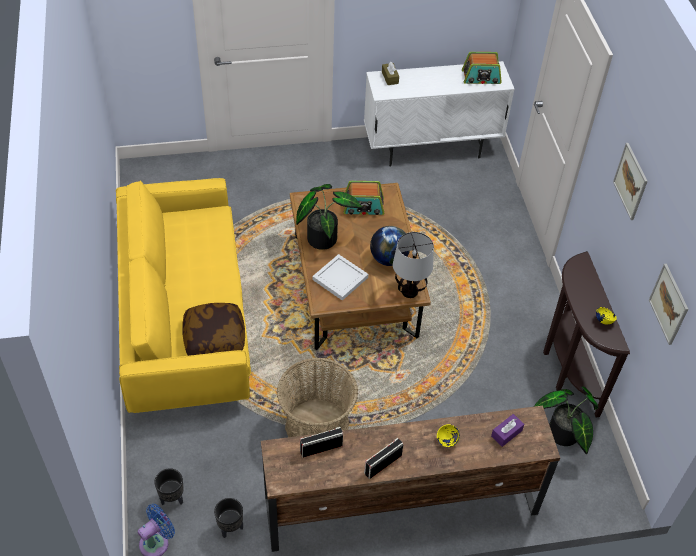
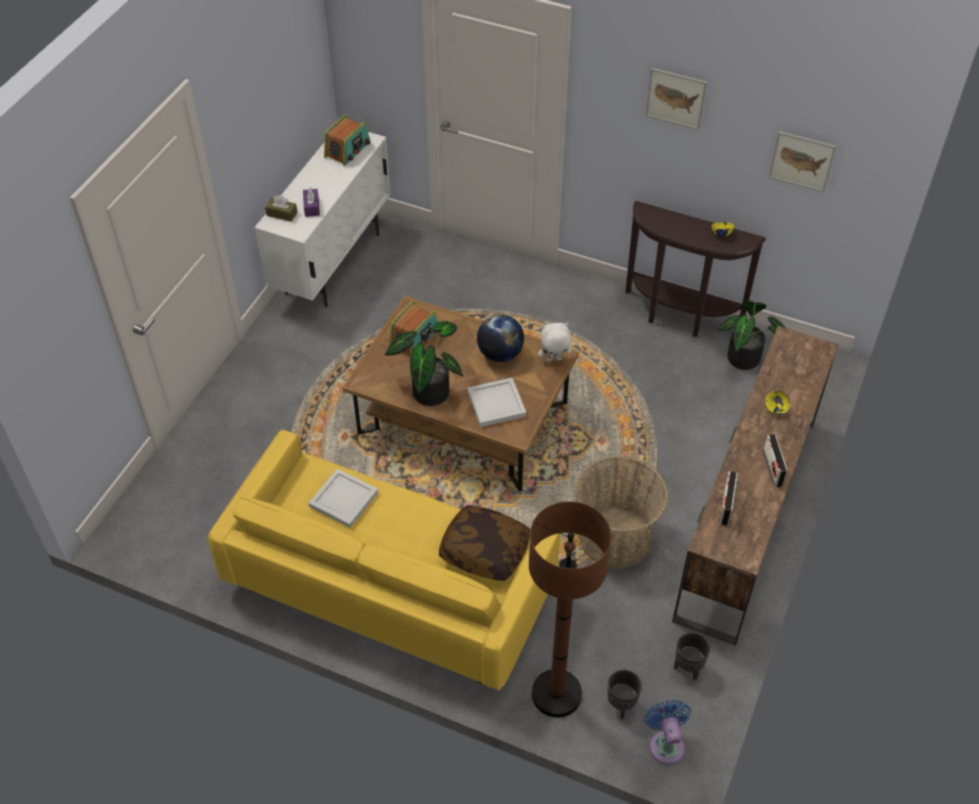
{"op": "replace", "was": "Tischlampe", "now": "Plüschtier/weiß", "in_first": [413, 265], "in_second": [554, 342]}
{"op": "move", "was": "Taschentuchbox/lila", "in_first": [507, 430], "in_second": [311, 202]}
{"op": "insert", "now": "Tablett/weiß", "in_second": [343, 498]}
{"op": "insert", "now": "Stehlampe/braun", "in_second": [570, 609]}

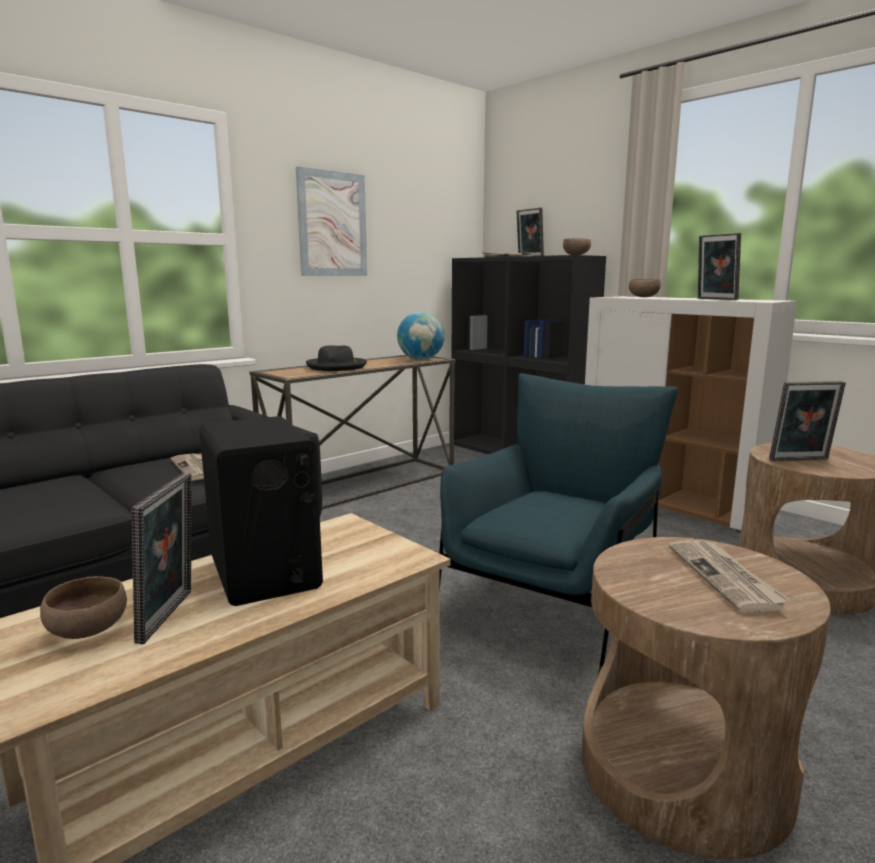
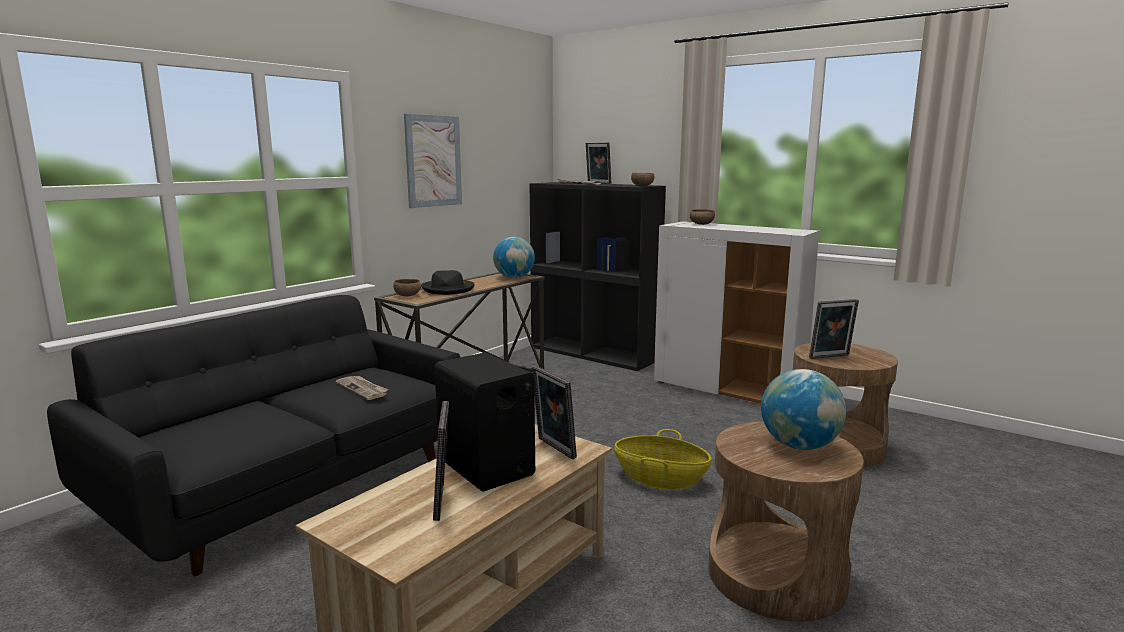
{"op": "move", "was": "Schüssel/braun", "in_first": [83, 607], "in_second": [407, 288]}
{"op": "replace", "was": "Sessel/blau", "now": "Korb", "in_first": [558, 524], "in_second": [662, 459]}
{"op": "replace", "was": "Zeitung", "now": "Globus", "in_first": [730, 576], "in_second": [803, 409]}
{"op": "move", "was": "Bilderrahmen", "in_first": [719, 266], "in_second": [554, 412]}

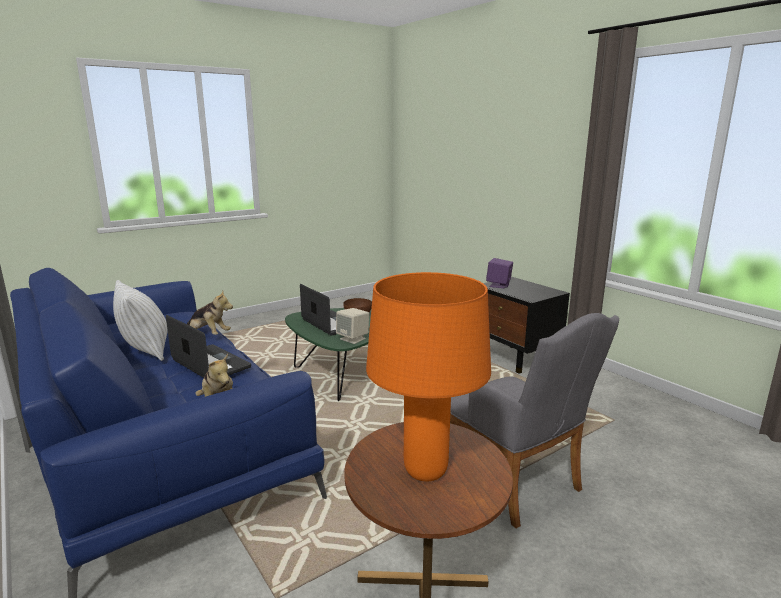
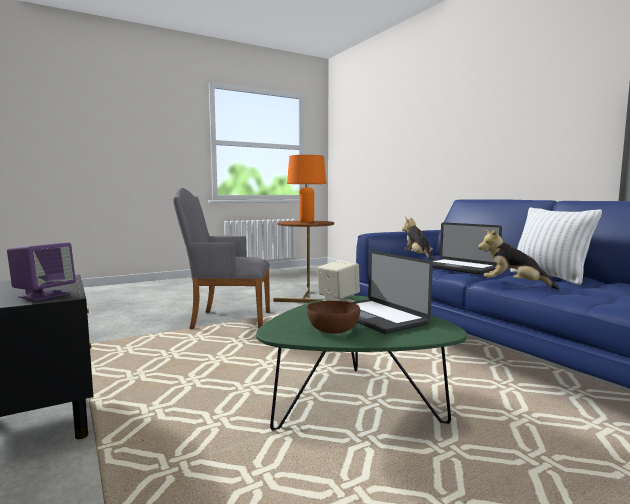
{"op": "rotate", "was": "Sessel/grau", "in_first": [534, 420], "in_second": [221, 258], "clockwise": -60}

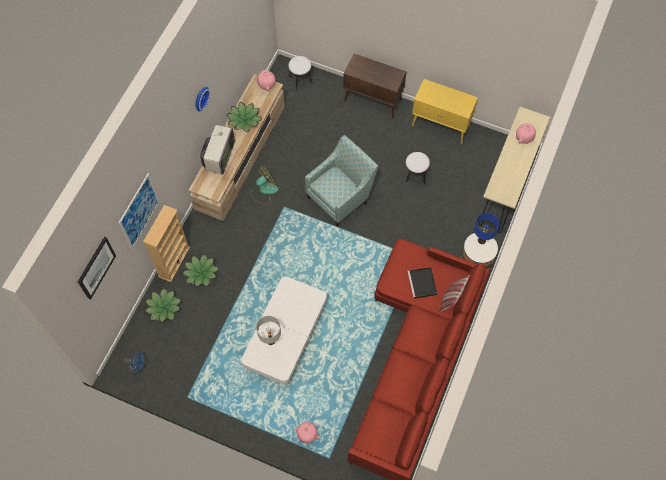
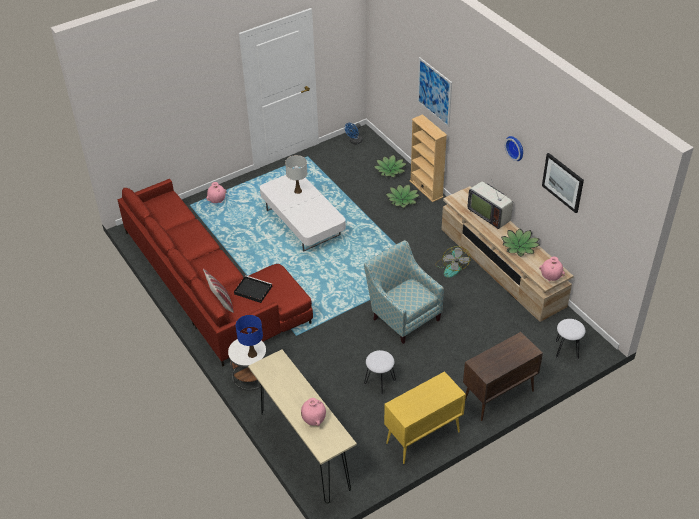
{"op": "move", "was": "Bild", "in_first": [97, 268], "in_second": [563, 183]}
{"op": "rotate", "was": "Sessel", "in_first": [341, 180], "in_second": [404, 292], "clockwise": 150}

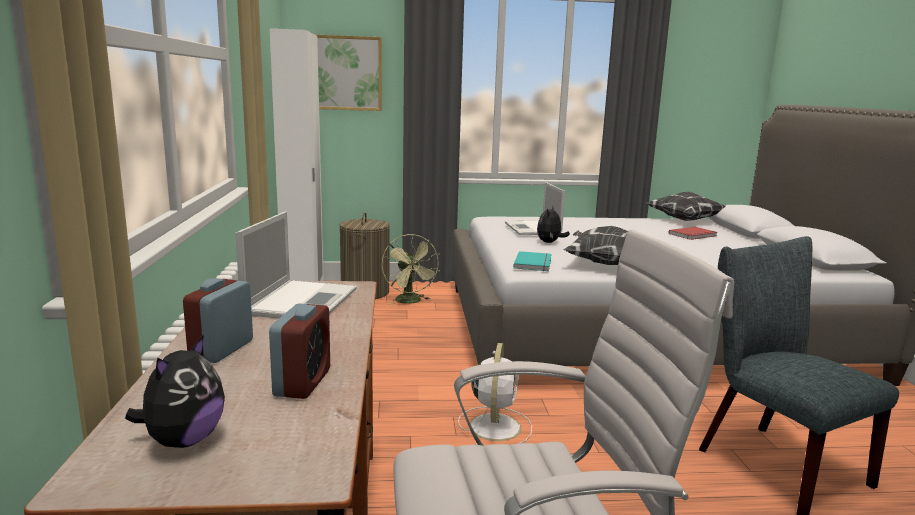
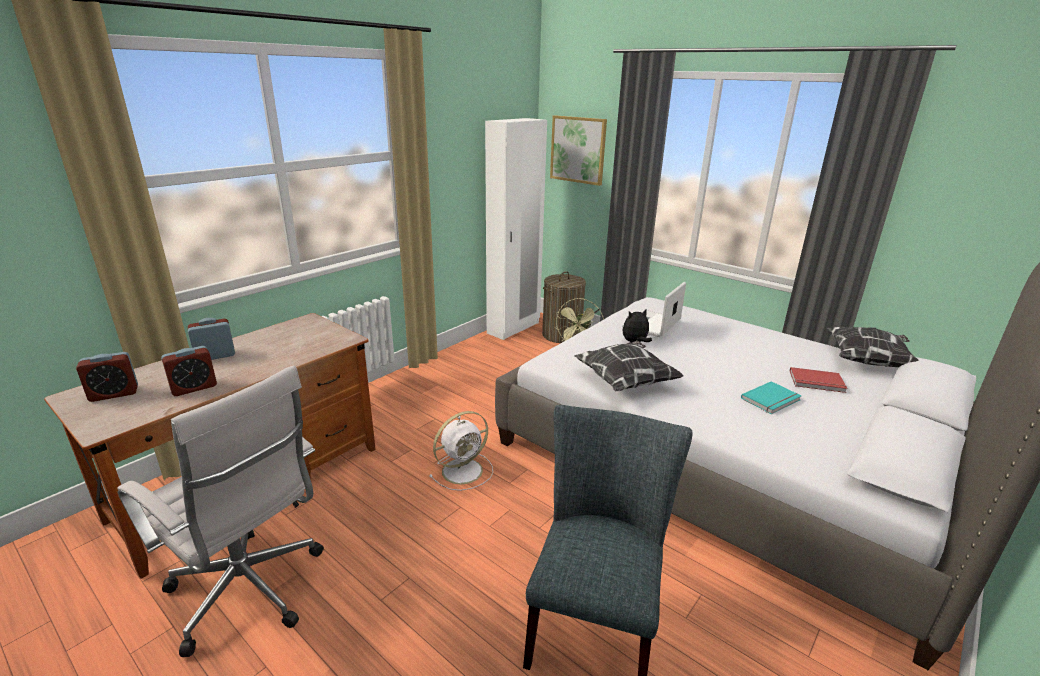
{"op": "replace", "was": "Plüschtier", "now": "Wecker", "in_first": [175, 391], "in_second": [107, 377]}
{"op": "delete", "was": "Laptop", "in_first": [296, 264]}
{"op": "move", "was": "Buch/türkis", "in_first": [532, 261], "in_second": [771, 397]}

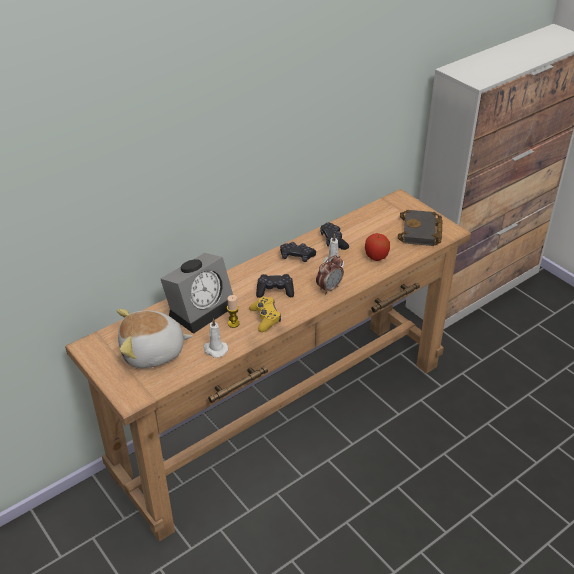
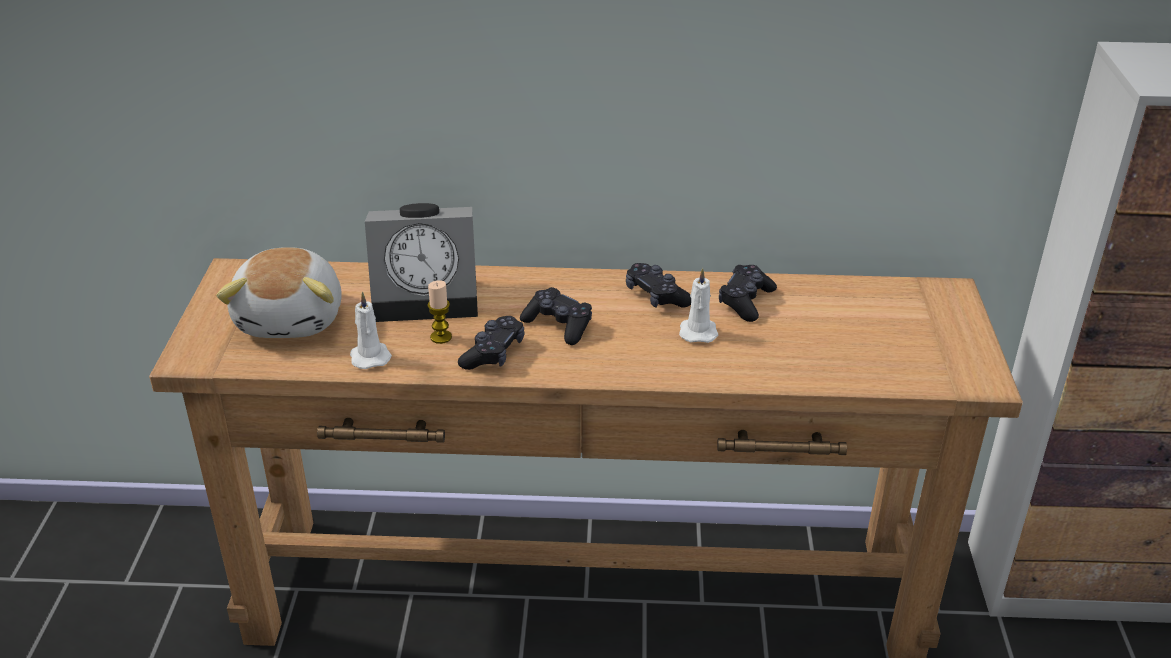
{"op": "rotate", "was": "Plüschtier", "in_first": [155, 338], "in_second": [279, 292], "clockwise": -120}
{"op": "recolor", "was": "Gamepad/gelb", "now": "Gamepad/schwarz", "in_first": [265, 314], "in_second": [491, 343]}
{"op": "delete", "was": "Wecker", "in_first": [330, 274]}
{"op": "delete", "was": "Apfel", "in_first": [377, 247]}
{"op": "delete", "was": "Buch/schwarz", "in_first": [420, 228]}

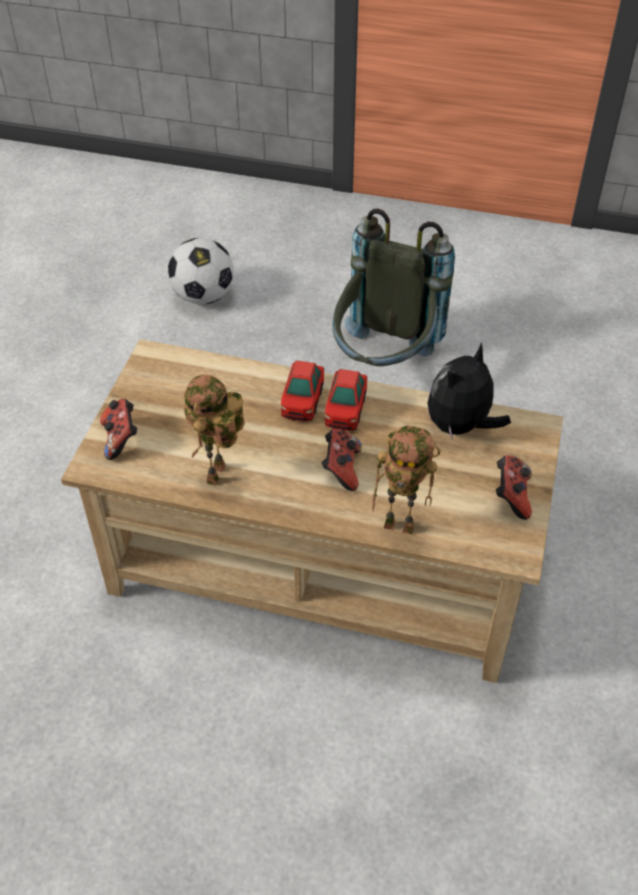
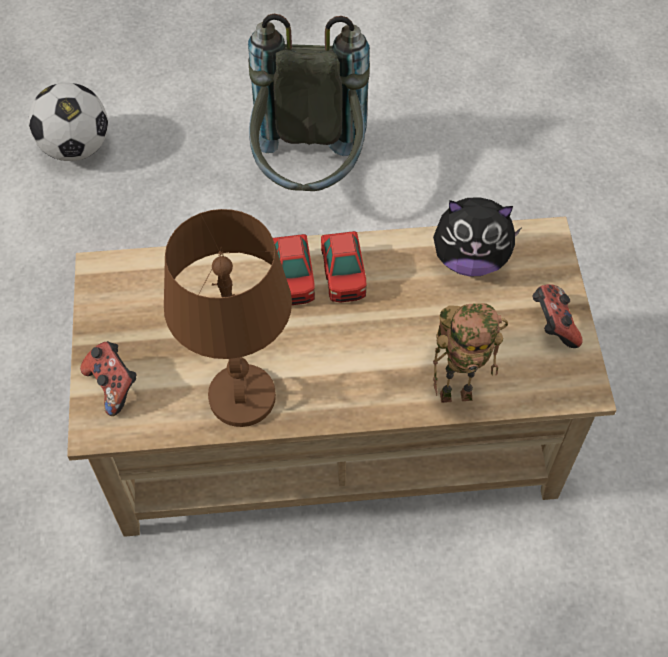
{"op": "replace", "was": "Spielzeugroboter", "now": "Tischlampe/braun", "in_first": [214, 430], "in_second": [228, 318]}
{"op": "delete", "was": "Gamepad", "in_first": [342, 460]}
{"op": "rotate", "was": "Plüschtier", "in_first": [469, 392], "in_second": [477, 237], "clockwise": -105}

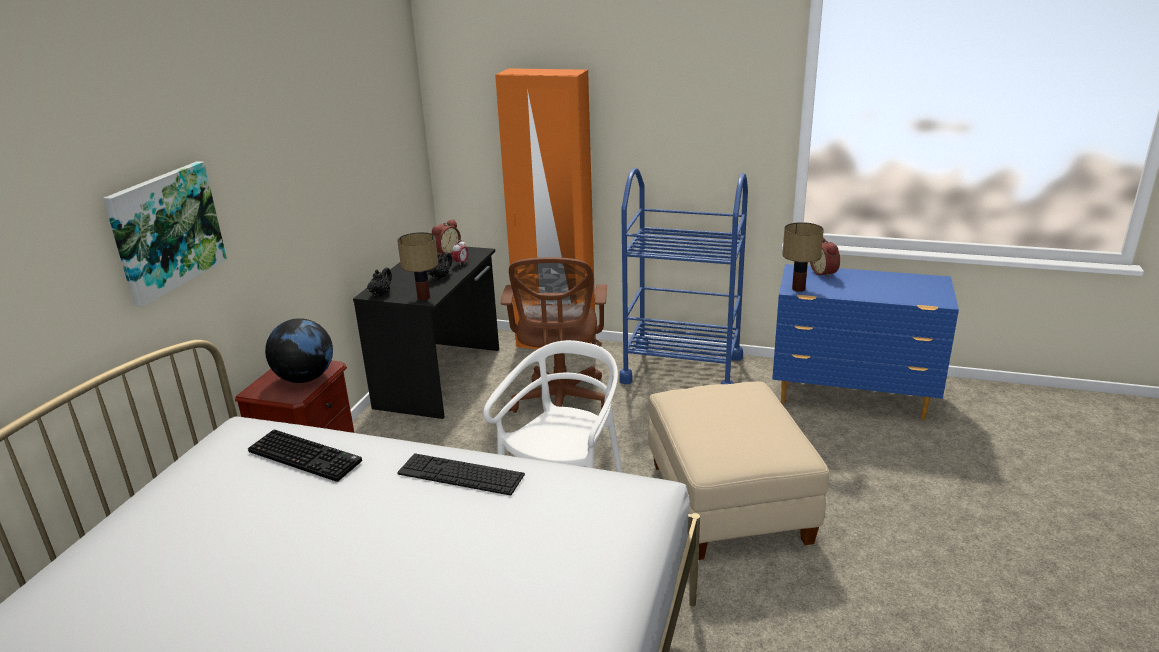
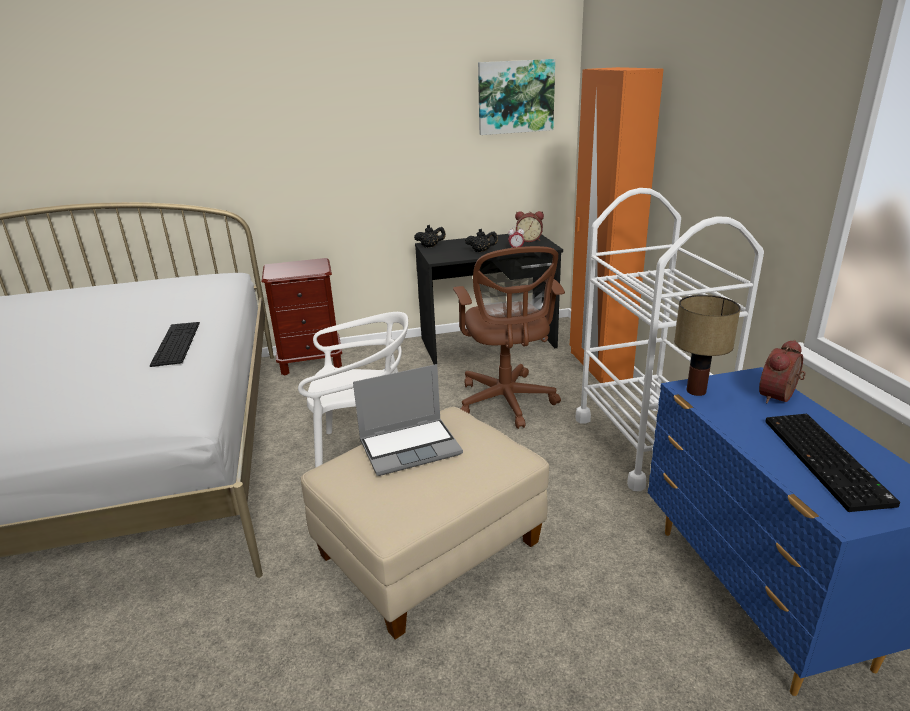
{"op": "move", "was": "Bild", "in_first": [165, 234], "in_second": [516, 97]}
{"op": "move", "was": "Tastatur", "in_first": [305, 456], "in_second": [832, 463]}
{"op": "delete", "was": "Globus", "in_first": [299, 350]}
{"op": "delete", "was": "Tischlampe", "in_first": [417, 266]}
{"op": "rotate", "was": "Bürostuhl/braun", "in_first": [554, 335], "in_second": [509, 337], "clockwise": -75}
{"op": "recolor", "was": "Rollwagen/blau", "now": "Rollwagen/weiß", "in_first": [683, 276], "in_second": [670, 339]}
{"op": "insert", "now": "Laptop", "in_second": [408, 420]}

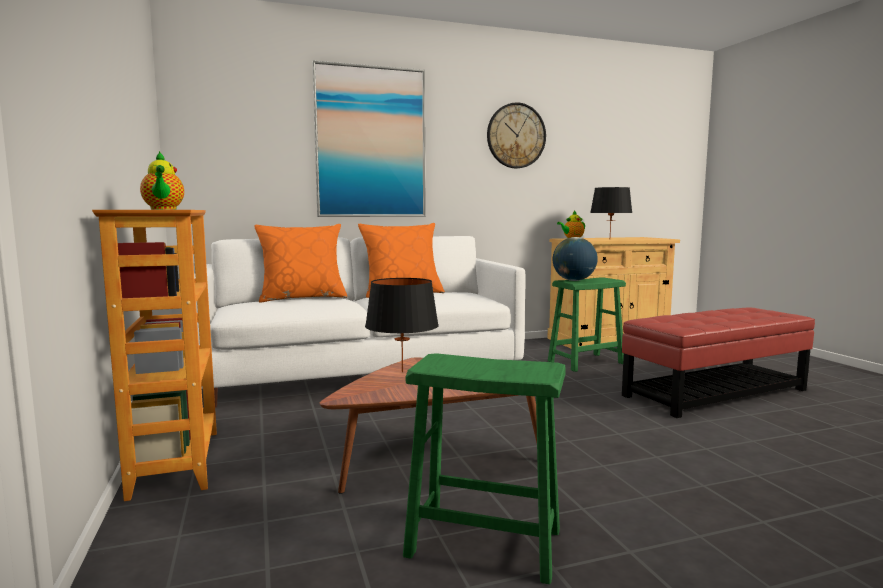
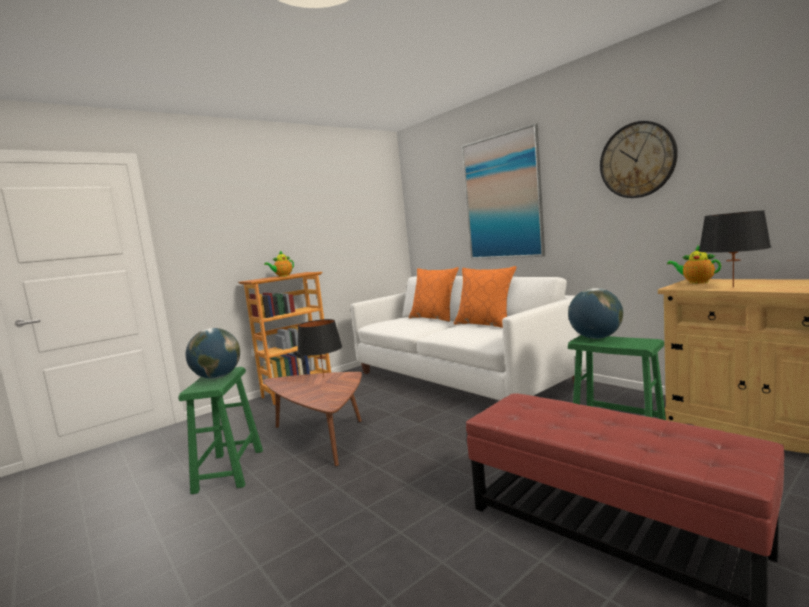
{"op": "insert", "now": "Globus", "in_second": [213, 353]}

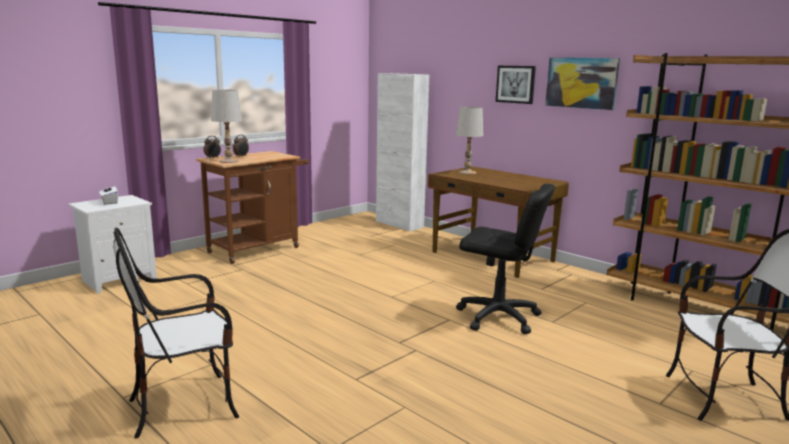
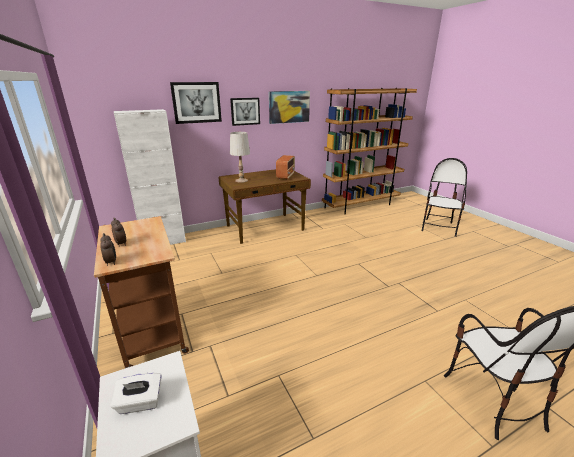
{"op": "delete", "was": "Tischlampe/weiß", "in_first": [226, 126]}
{"op": "delete", "was": "Bürostuhl/schwarz", "in_first": [505, 259]}
{"op": "insert", "now": "Bild", "in_second": [196, 103]}
{"op": "insert", "now": "Radio", "in_second": [285, 167]}

